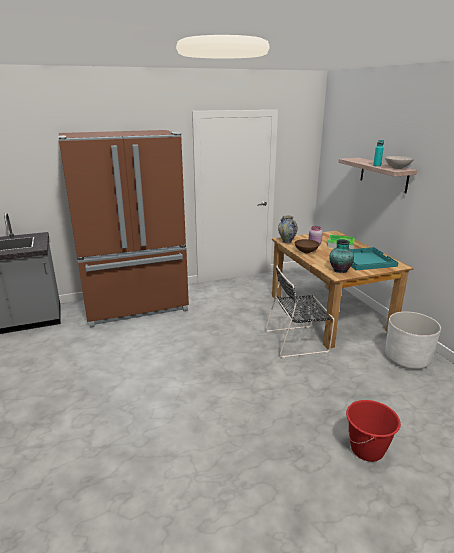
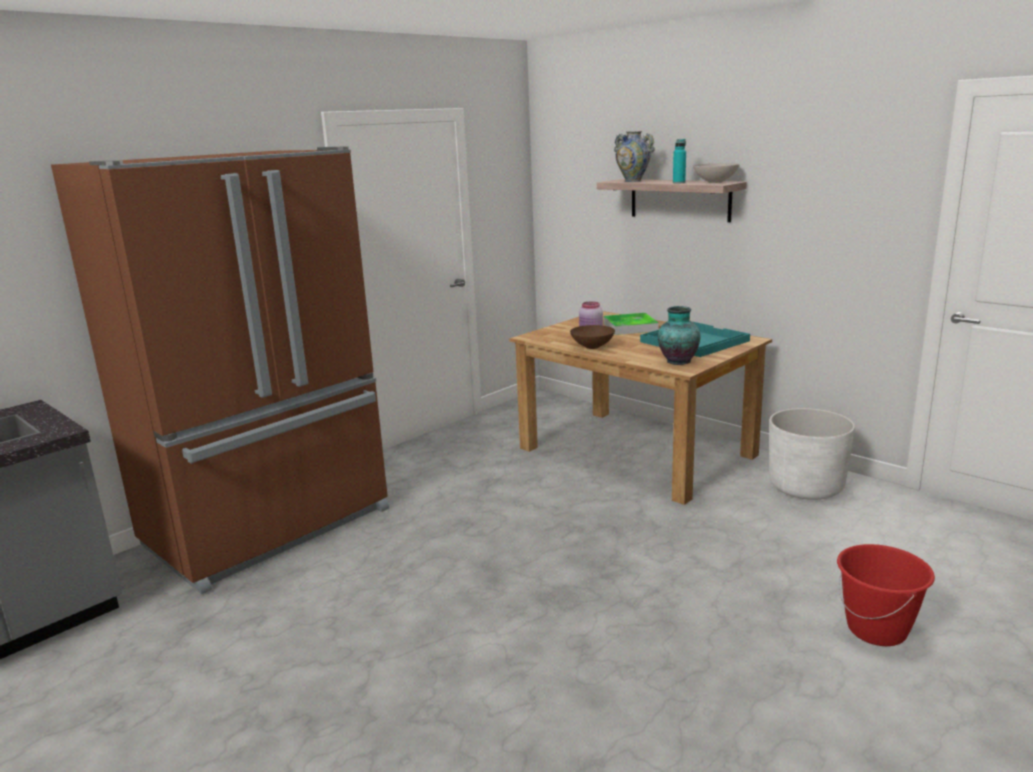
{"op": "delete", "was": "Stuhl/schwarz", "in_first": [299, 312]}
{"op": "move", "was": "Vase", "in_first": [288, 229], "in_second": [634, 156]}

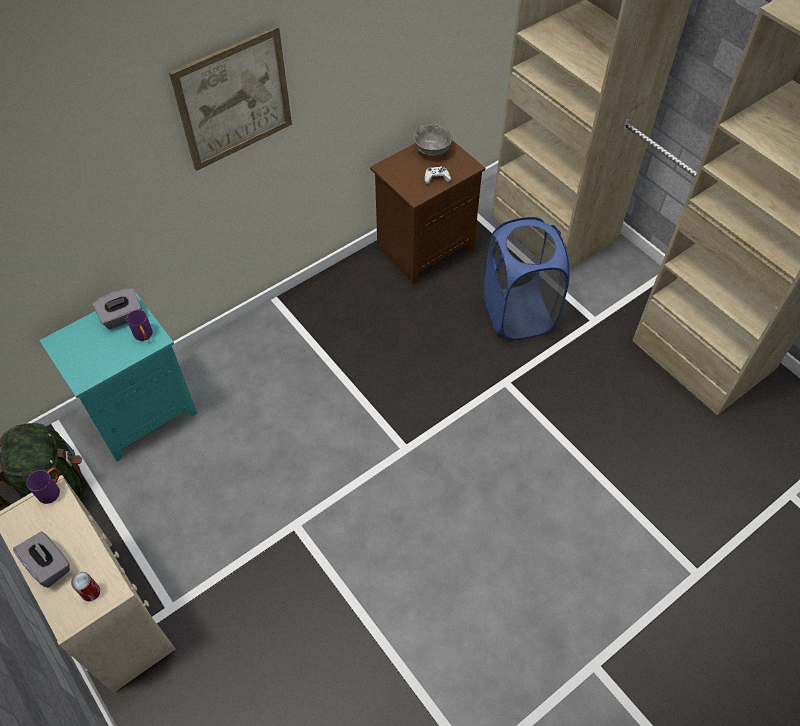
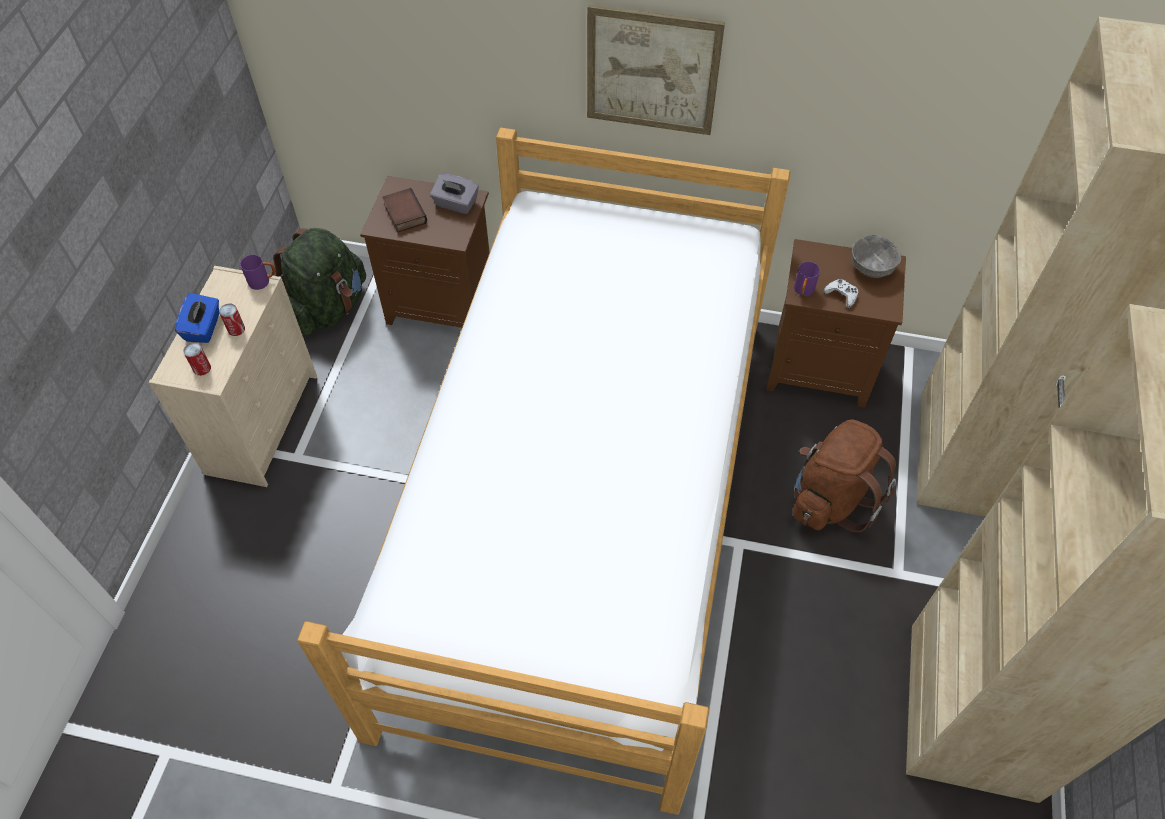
{"op": "recolor", "was": "Taschentuchbox/grau", "now": "Taschentuchbox/blau", "in_first": [41, 560], "in_second": [197, 318]}
{"op": "recolor", "was": "Nachttisch/türkis", "now": "Nachttisch/braun", "in_first": [118, 376], "in_second": [425, 252]}
{"op": "move", "was": "Henkelbecher/lila", "in_first": [140, 325], "in_second": [807, 278]}
{"op": "replace", "was": "Wäschekorb/blau", "now": "Rucksack/braun", "in_first": [526, 278], "in_second": [844, 475]}
{"op": "insert", "now": "Dose", "in_second": [232, 320]}
{"op": "insert", "now": "Bett", "in_second": [544, 471]}
{"op": "insert", "now": "Buch", "in_second": [404, 210]}

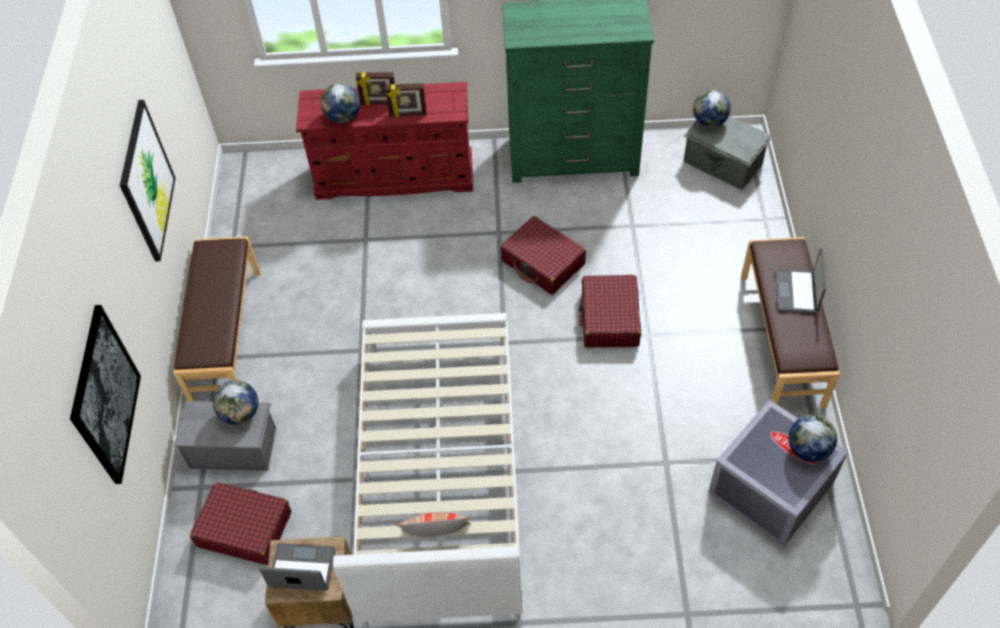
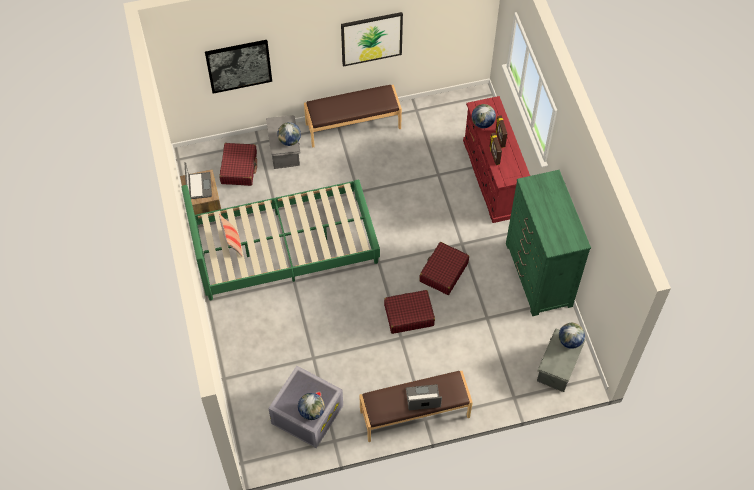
{"op": "recolor", "was": "Bett/weiß", "now": "Bett/grün", "in_first": [427, 470], "in_second": [280, 240]}

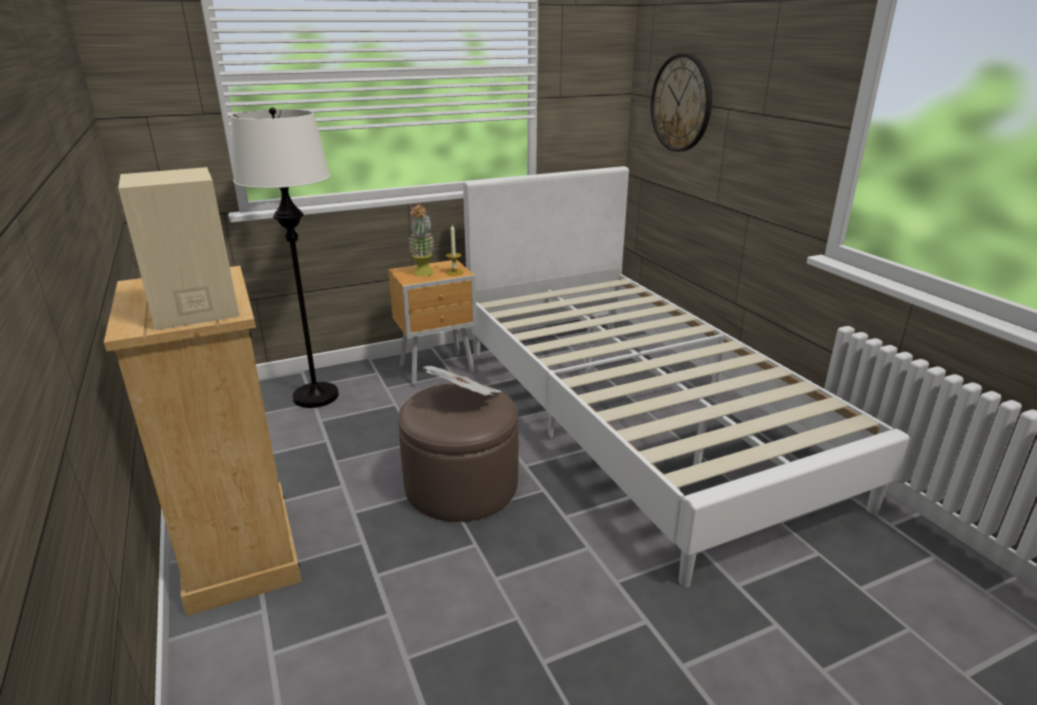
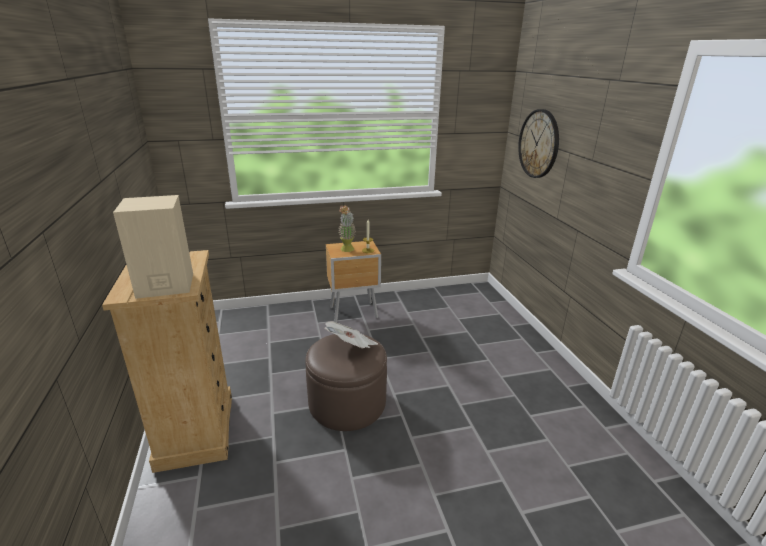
{"op": "delete", "was": "Stehlampe/weiß", "in_first": [285, 258]}
{"op": "delete", "was": "Bett/weiß", "in_first": [686, 377]}

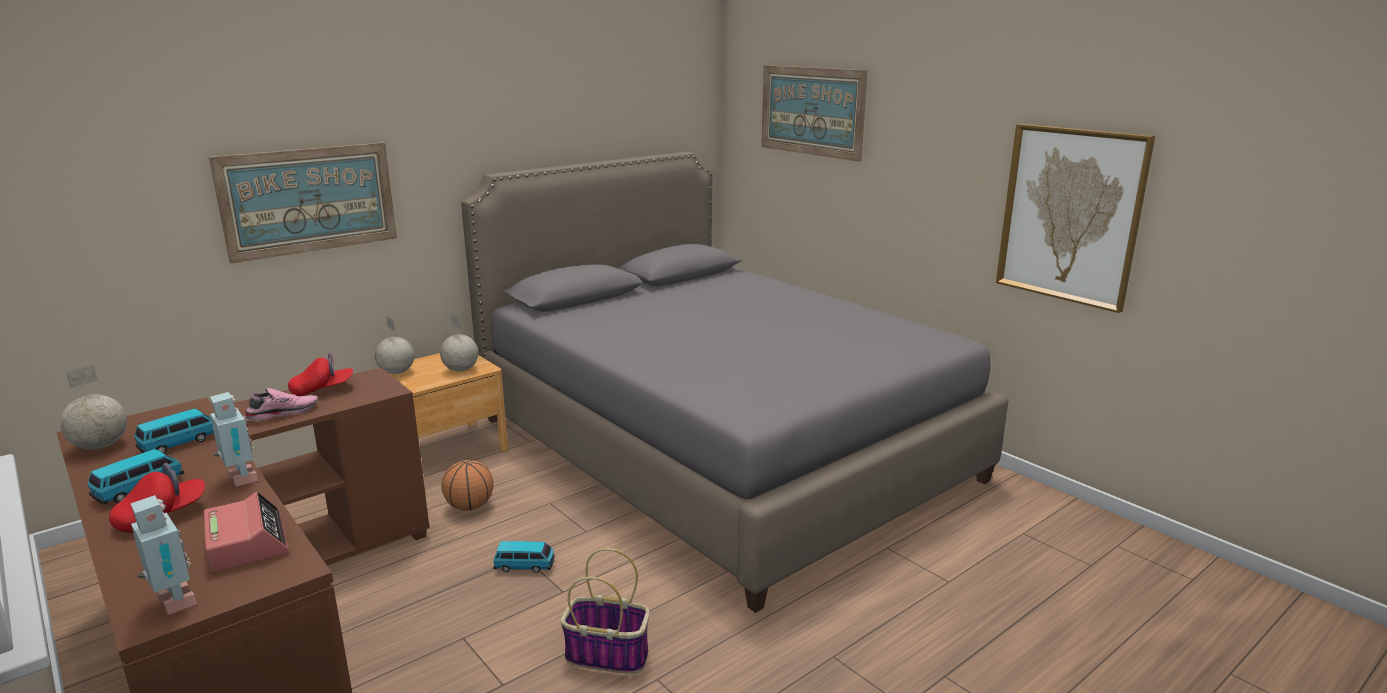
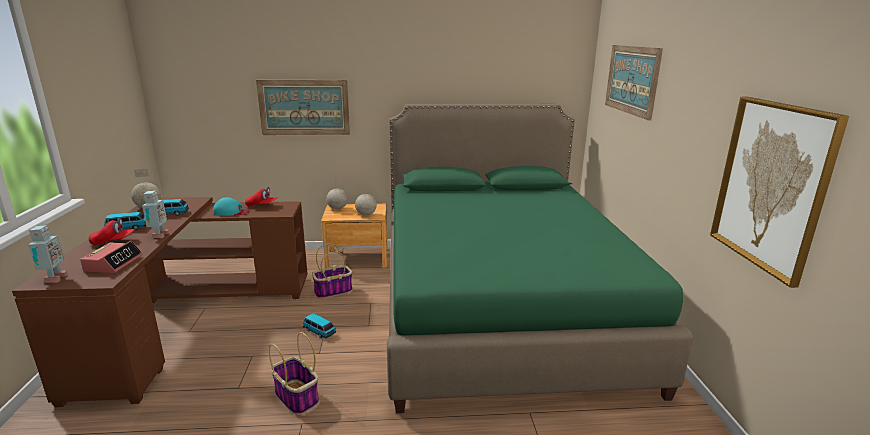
{"op": "replace", "was": "Schuh/rosa", "now": "Kappe/türkis", "in_first": [281, 404], "in_second": [231, 206]}
{"op": "replace", "was": "Basketball", "now": "Korb", "in_first": [468, 485], "in_second": [332, 271]}
{"op": "recolor", "was": "Bett/grau", "now": "Bett/grün", "in_first": [734, 382], "in_second": [540, 258]}

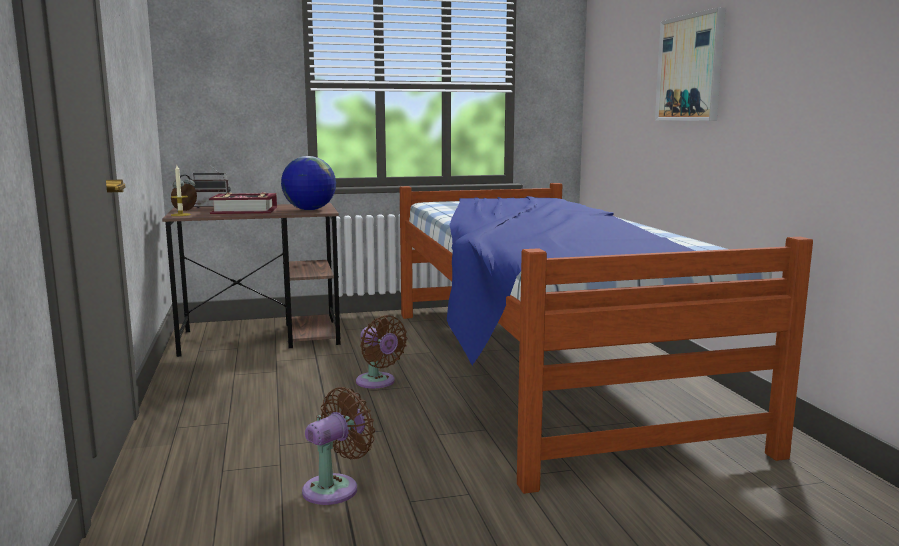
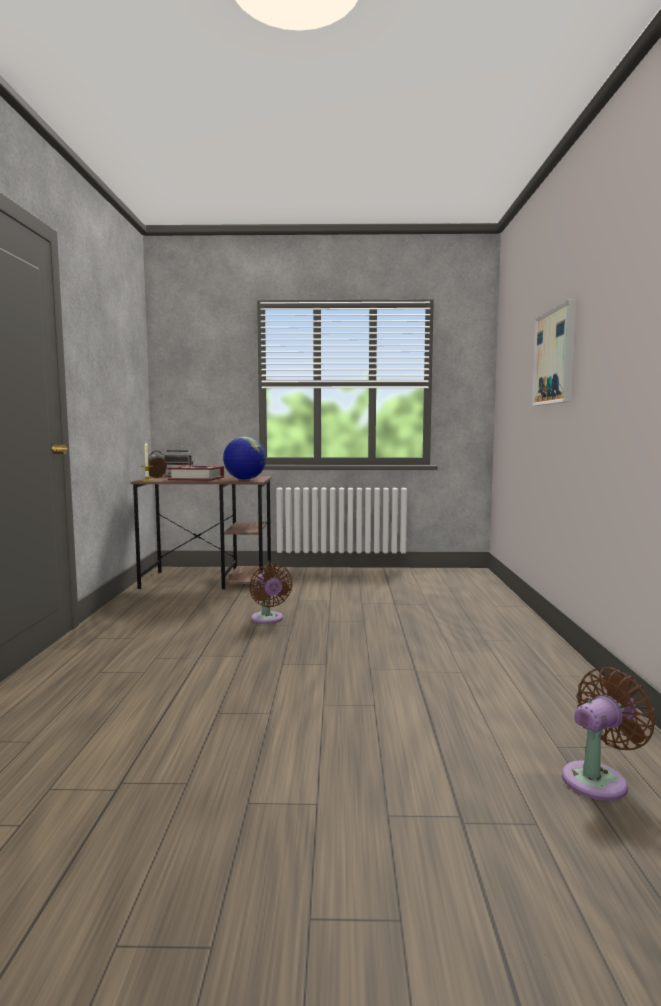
{"op": "move", "was": "Ventilator/braun", "in_first": [338, 446], "in_second": [609, 734]}
{"op": "delete", "was": "Bett", "in_first": [606, 338]}

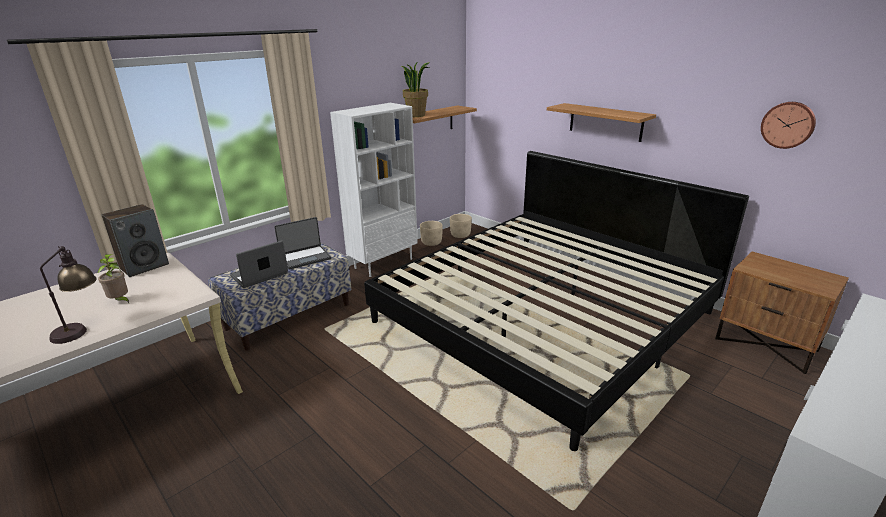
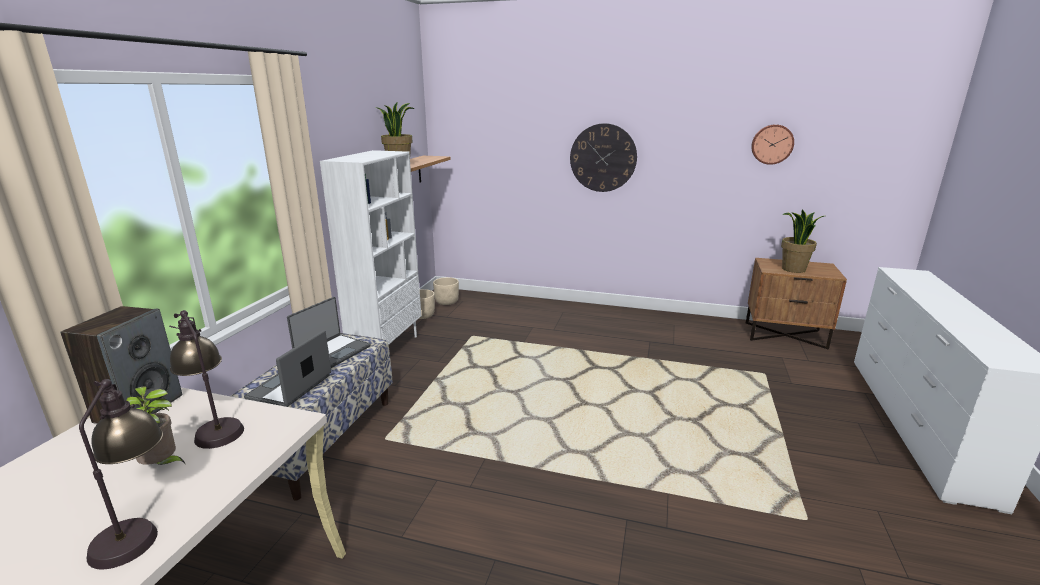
{"op": "delete", "was": "Bett", "in_first": [556, 301]}
{"op": "replace", "was": "Wandregal", "now": "Wanduhr", "in_first": [601, 122], "in_second": [603, 157]}
{"op": "insert", "now": "Tischlampe", "in_second": [206, 379]}
{"op": "insert", "now": "Topfpflanze", "in_second": [802, 241]}

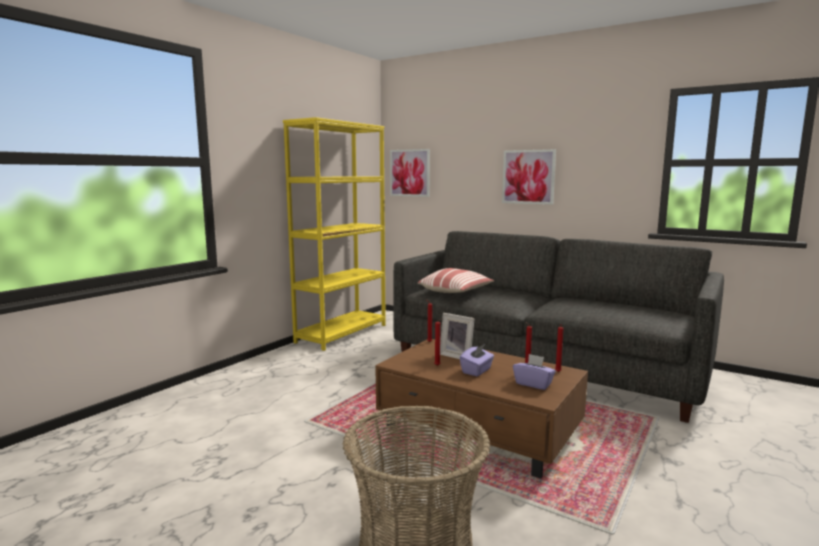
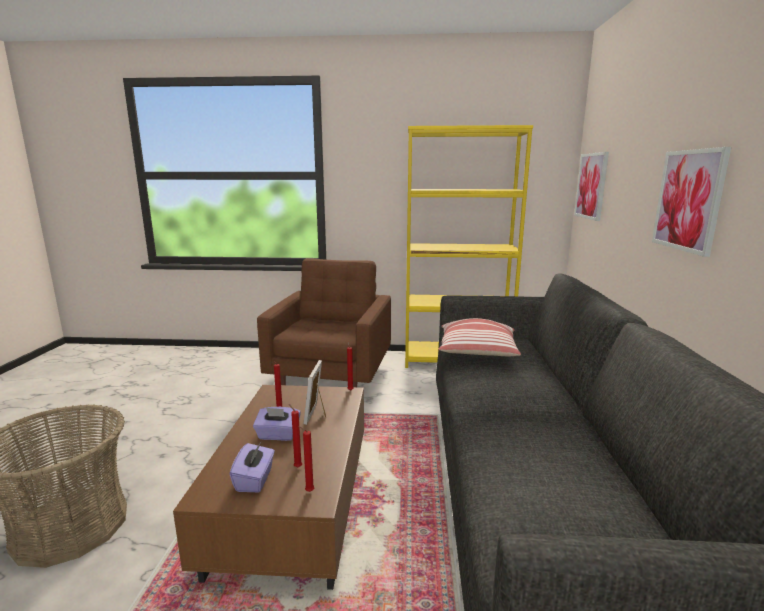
{"op": "insert", "now": "Sessel/braun", "in_second": [324, 322]}

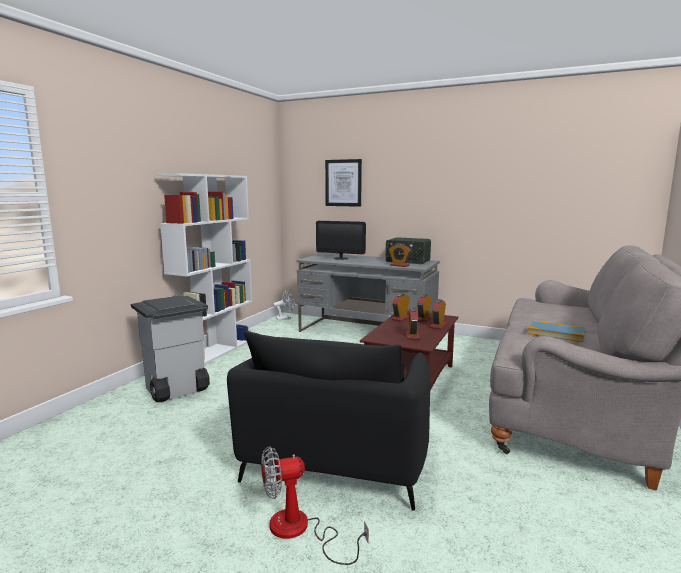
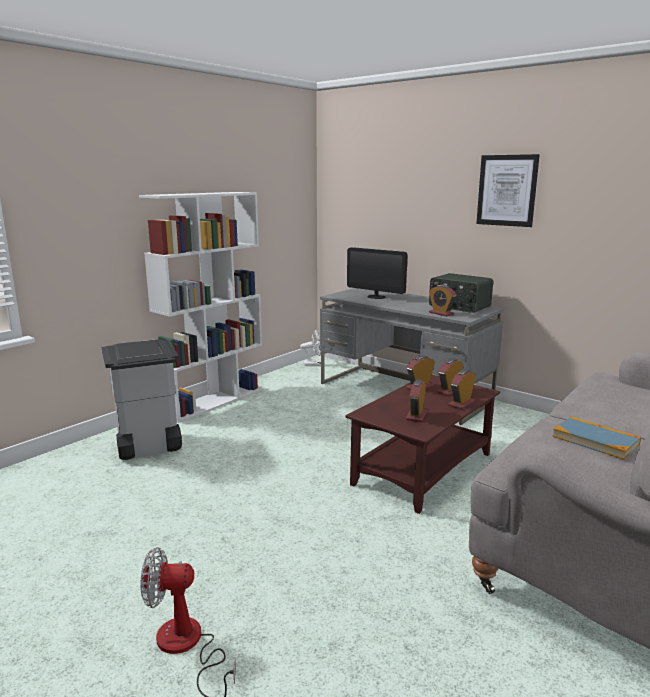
{"op": "delete", "was": "Sessel/schwarz", "in_first": [329, 421]}
{"op": "move", "was": "Bild", "in_first": [343, 183], "in_second": [508, 190]}

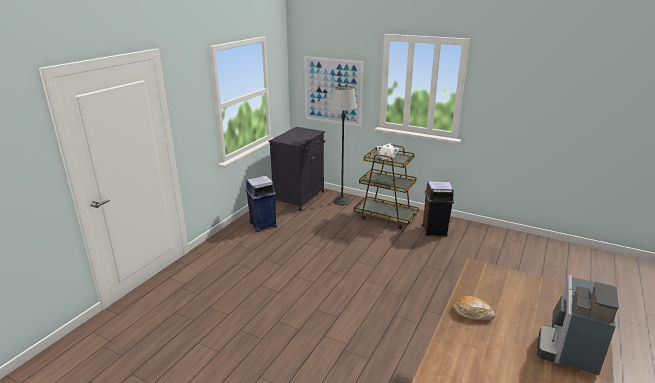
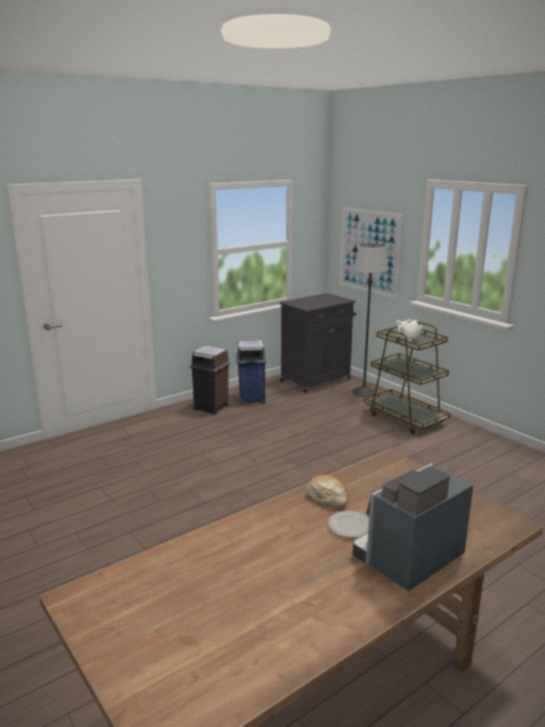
{"op": "move", "was": "Mülleimer/braun", "in_first": [438, 208], "in_second": [210, 379]}
{"op": "insert", "now": "Teller", "in_second": [348, 524]}

